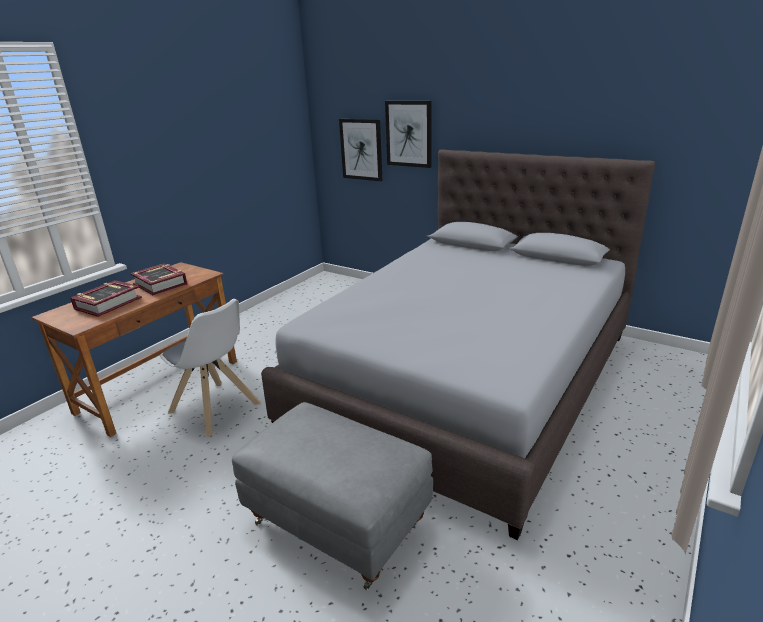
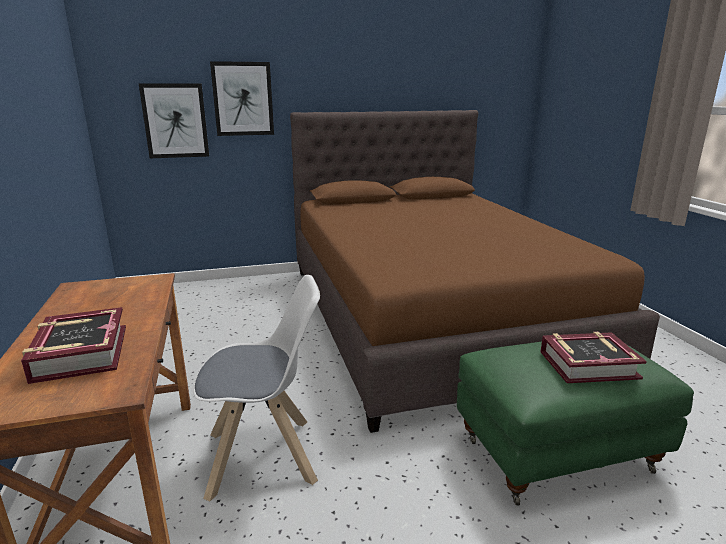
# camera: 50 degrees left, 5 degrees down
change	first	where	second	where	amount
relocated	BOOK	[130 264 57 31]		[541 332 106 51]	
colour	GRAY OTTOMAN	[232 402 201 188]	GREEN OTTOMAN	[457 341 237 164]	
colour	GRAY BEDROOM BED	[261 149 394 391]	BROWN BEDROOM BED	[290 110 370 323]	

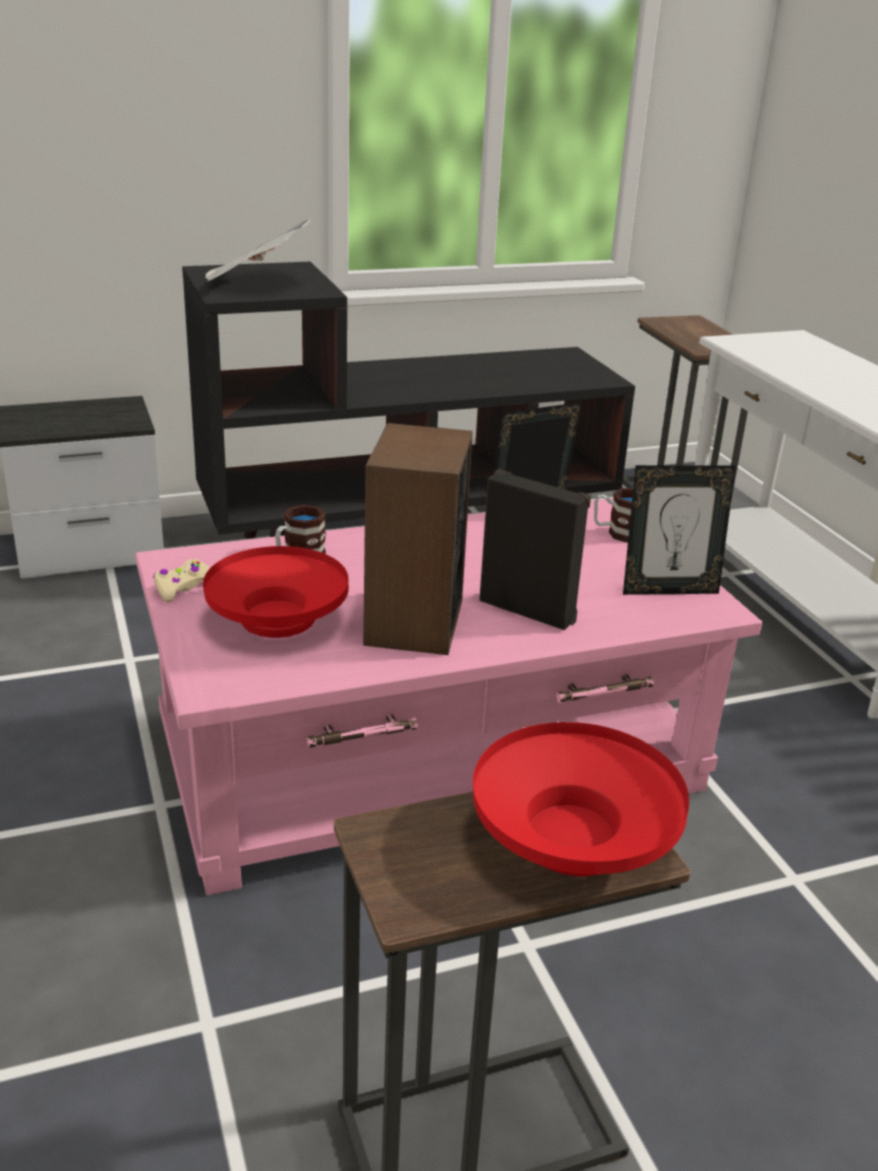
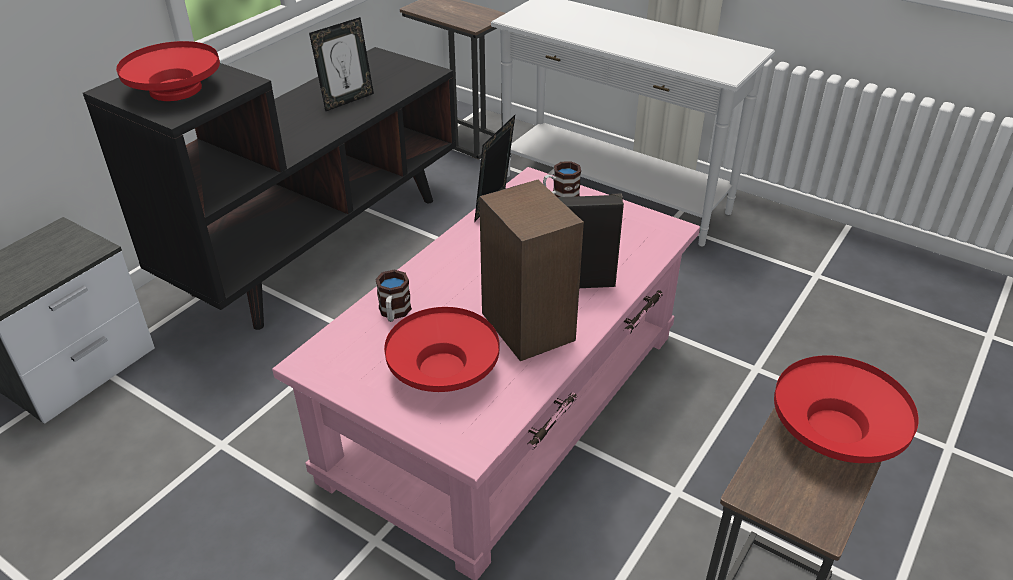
# camera: 35 degrees left, 10 degrees up
change	first	where	second	where	amount
missing	SAND-COLOURED JOYPAD	[153 559 57 43]			
relocated	PICTURE FRAME	[623 465 113 130]		[309 17 65 95]	
exchanged	PRINTED PAPER	[205 219 106 63]	REDDISH DEEP DISH	[116 41 104 60]	

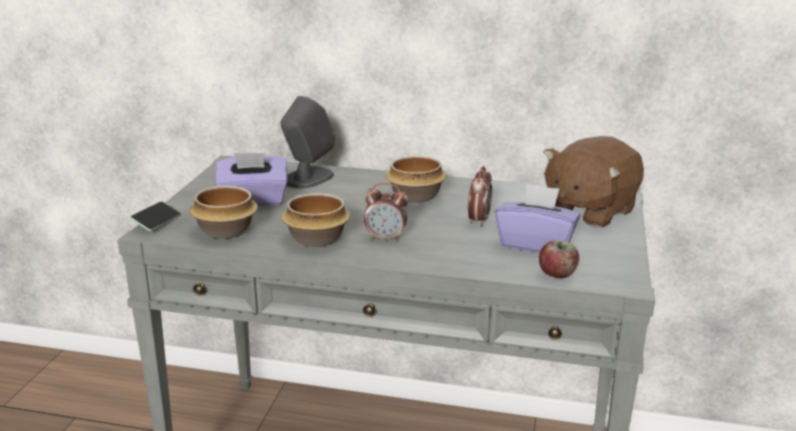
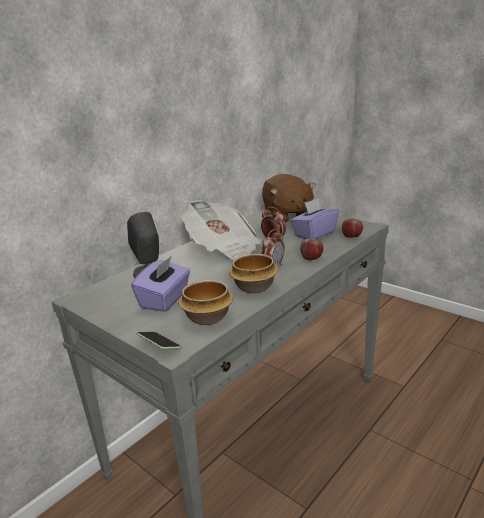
# camera: 60 degrees left, 0 degrees up
change	first	where	second	where	amount
appeared			APPLE FRUIT	[300 238 23 22]	
exchanged	DEEP DISH	[386 156 61 47]	PRINTED PAPER	[181 200 80 60]	

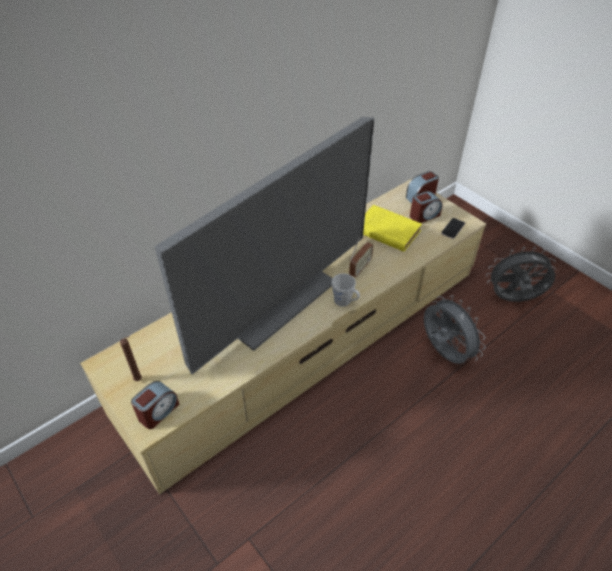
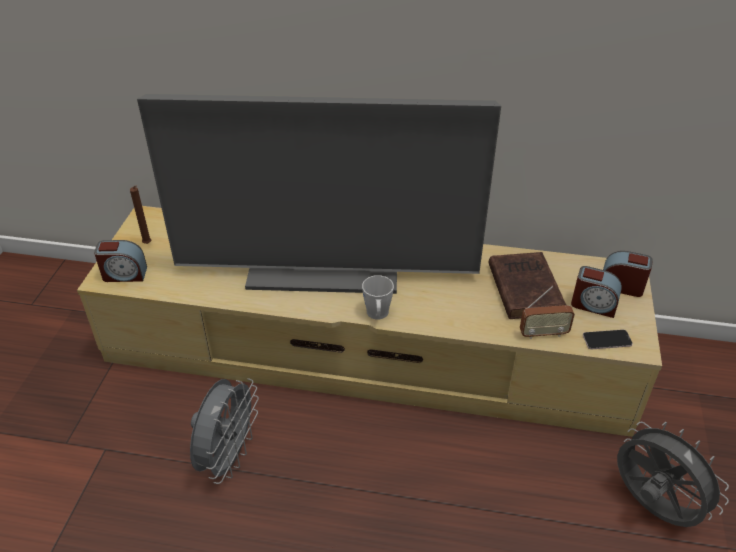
# camera: 50 degrees right, 5 degrees down
change	first	where	second	where	amount
relocated	RADIO SET	[349 236 25 41]		[520 286 55 53]	
relocated	GRAY COOLING FAN	[424 295 62 69]		[190 378 69 106]	
colour	YELLOW BOOK	[363 205 59 47]	BROWN BOOK	[489 252 77 67]	

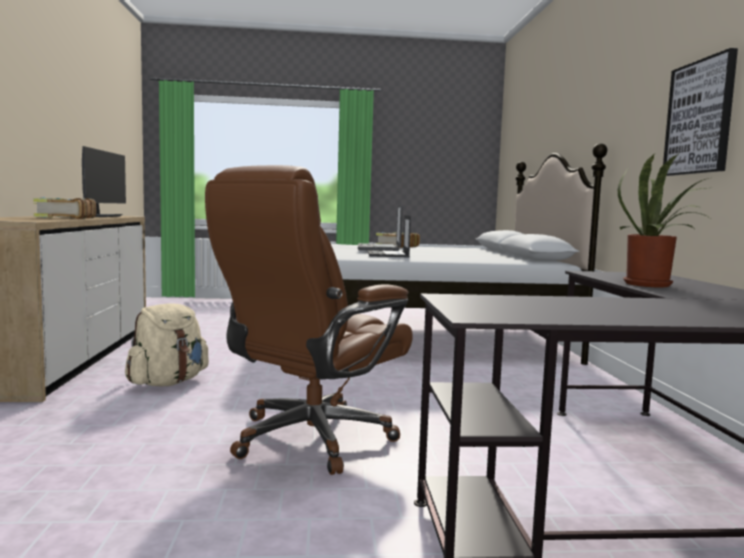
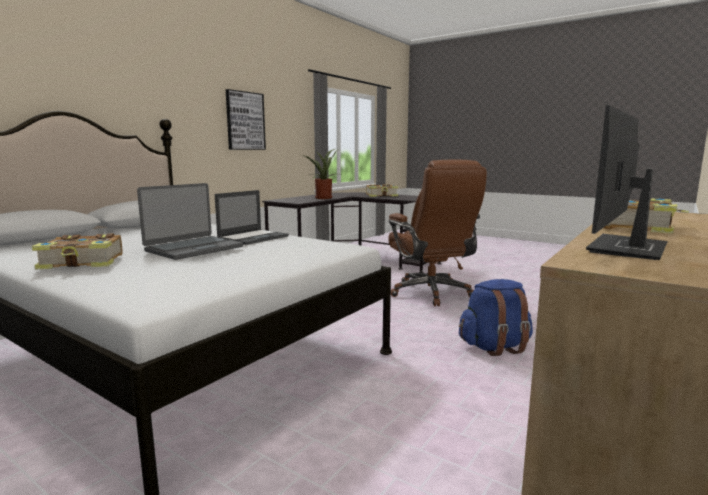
# camera: 140 degrees left, 5 degrees up
change	first	where	second	where	amount
appeared			BOOK	[366 184 32 13]	
colour	SAND-COLOURED RUCKSACK	[125 303 84 83]	BLUISH RUCKSACK	[459 279 74 77]	
spun	BROWN DESK CHAIR	[205 165 208 310]		[388 160 99 146]	90 degrees clockwise

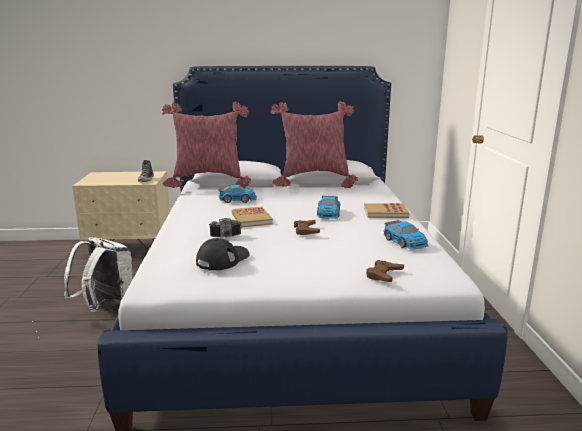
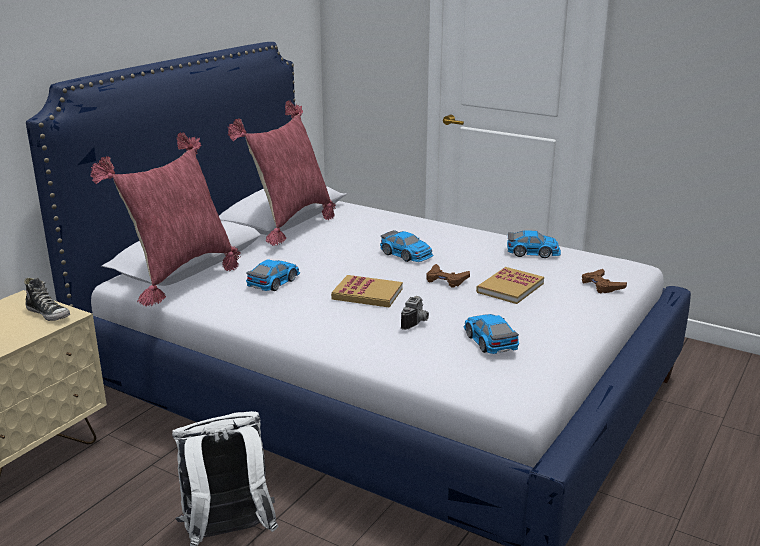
# camera: 55 degrees left, 5 degrees up
change	first	where	second	where	amount
relocated	BOOK	[364 203 45 15]		[476 267 68 37]	
exchanged	BLACKISH CAP	[196 238 54 33]	TOY CAR	[464 314 55 40]	

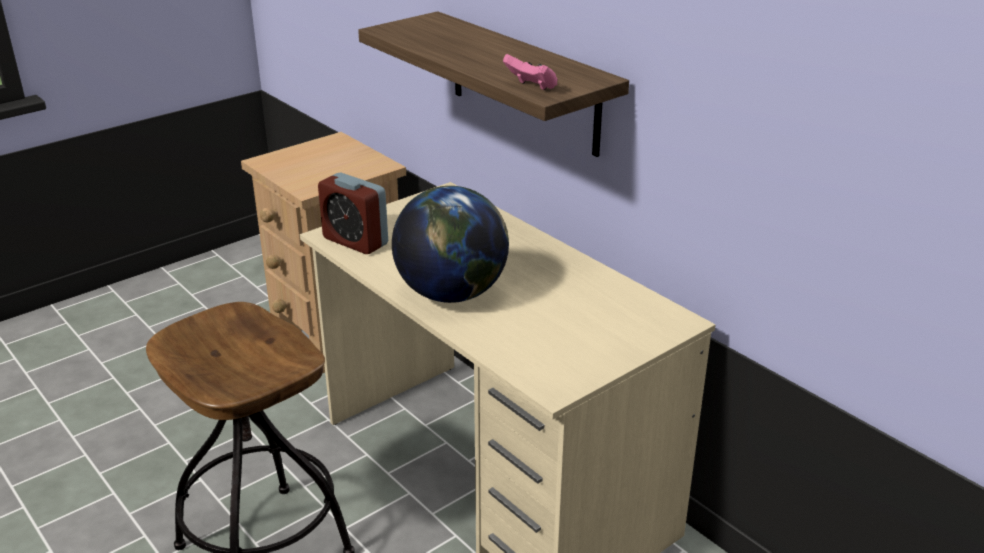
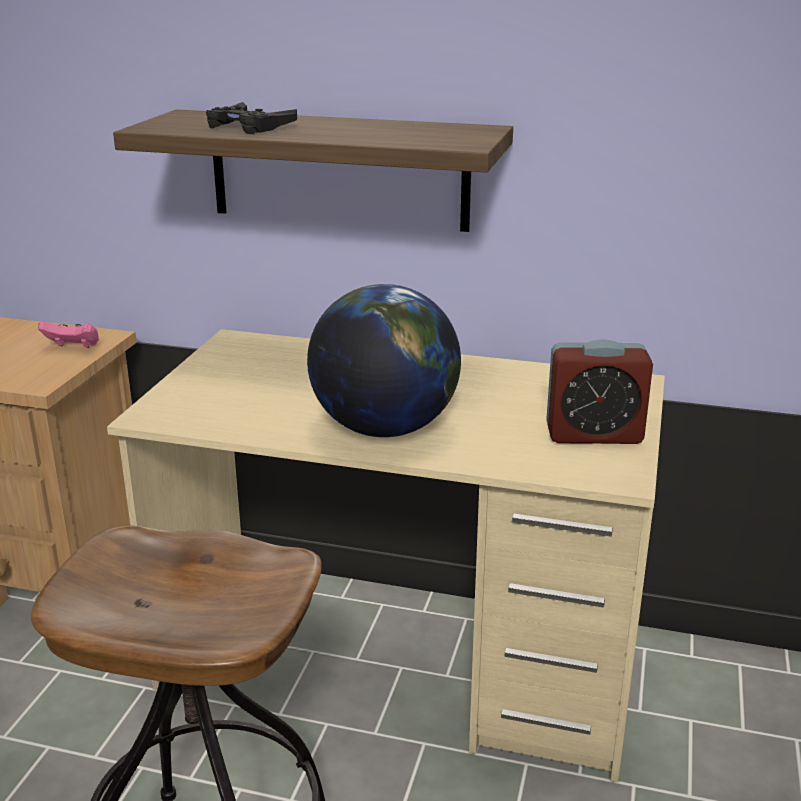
# camera: 35 degrees left, 5 degrees down
change	first	where	second	where	amount
appeared			BLACKISH JOYPAD	[206 102 91 32]	
relocated	TABLE CLOCK	[318 173 70 81]		[546 339 107 105]	
relocated	PINK JOYPAD	[503 54 54 36]		[38 321 61 27]	

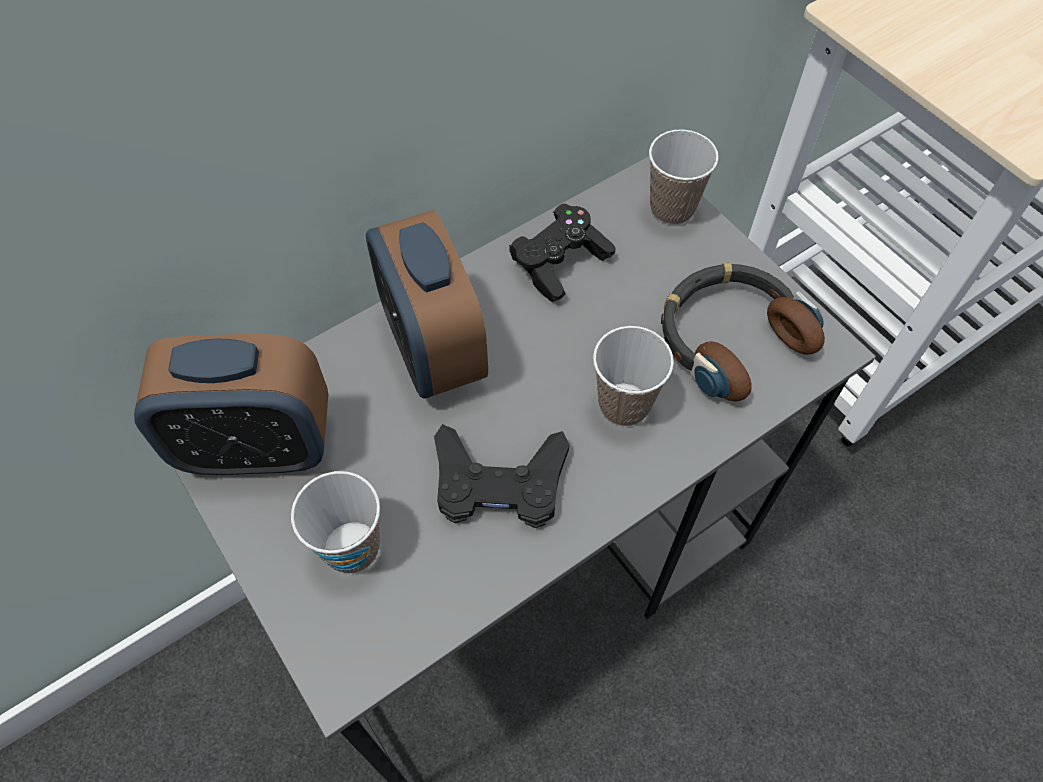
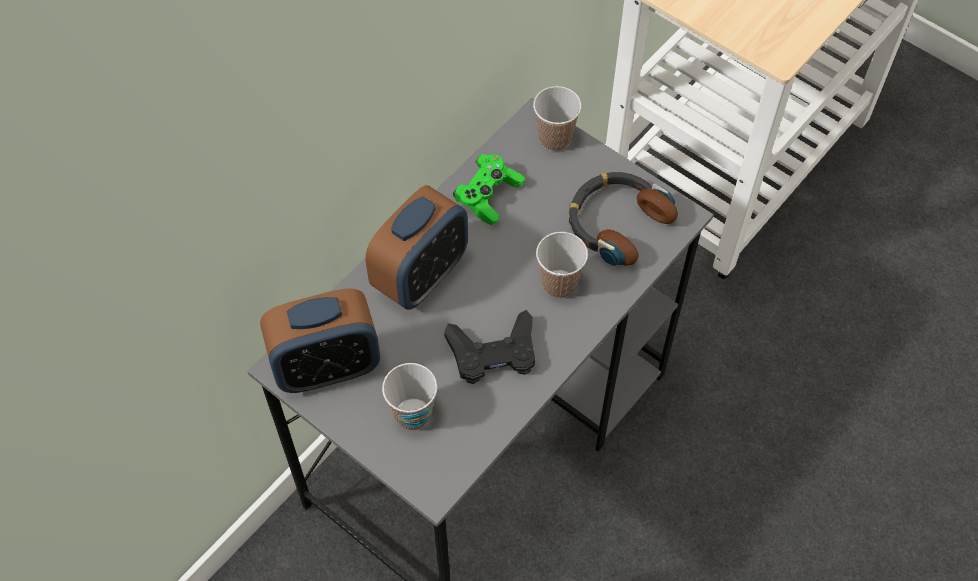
# camera: 15 degrees left, 0 degrees up
change	first	where	second	where	amount
colour	BLACKISH JOYPAD	[509 203 107 100]	GREEN JOYPAD	[453 154 72 71]	
spun	TABLE CLOCK	[366 210 122 189]		[365 185 103 125]	105 degrees counterclockwise

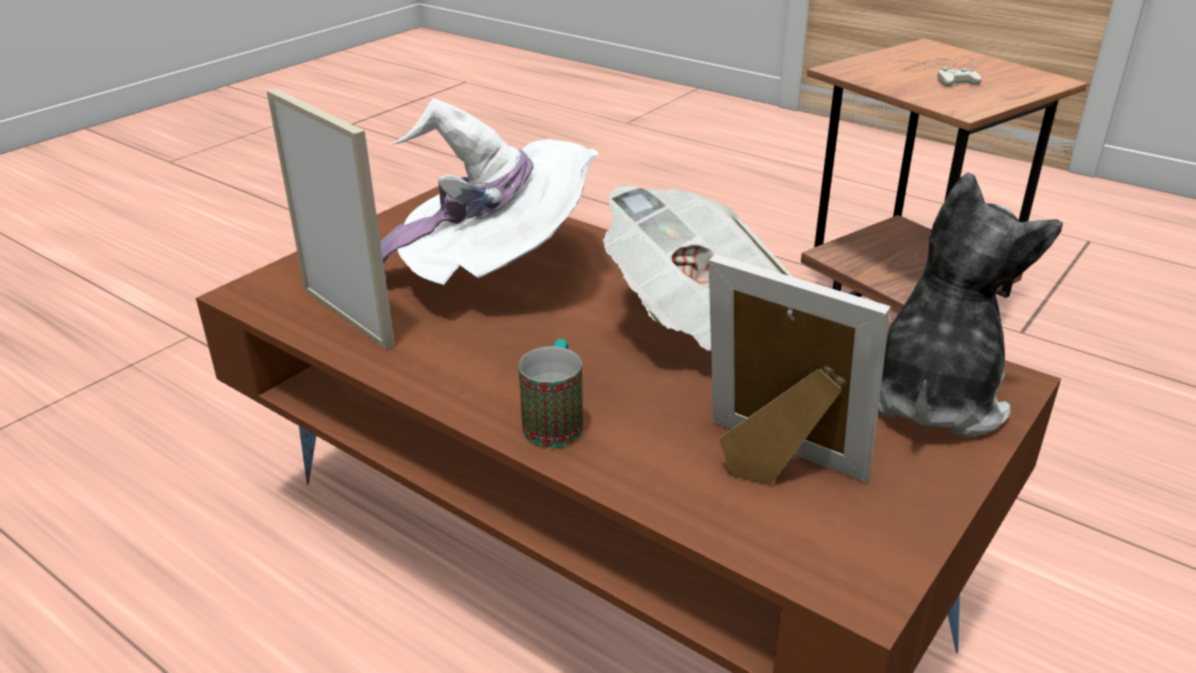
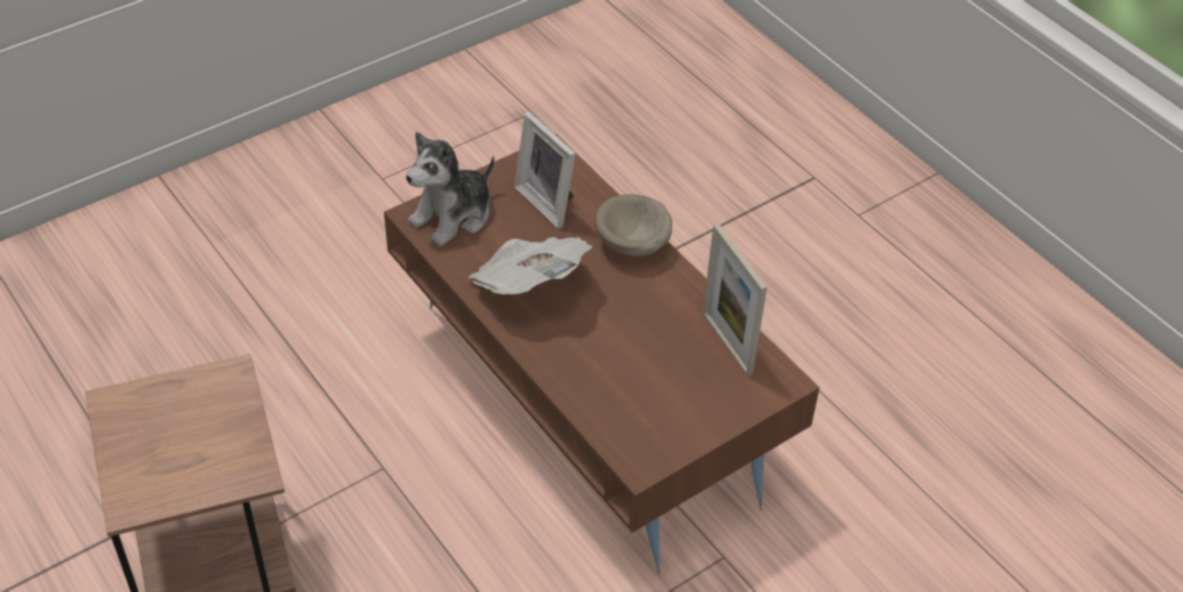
# camera: 165 degrees left, 15 degrees up
change	first	where	second	where	amount
missing	WHITISH WEARABLE HAT	[380 99 219 186]			
missing	WHITISH JOYPAD	[893 56 89 30]			
exchanged	COFFEE MUG	[519 339 64 109]	SAND-COLOURED DEEP DISH	[595 194 77 62]	

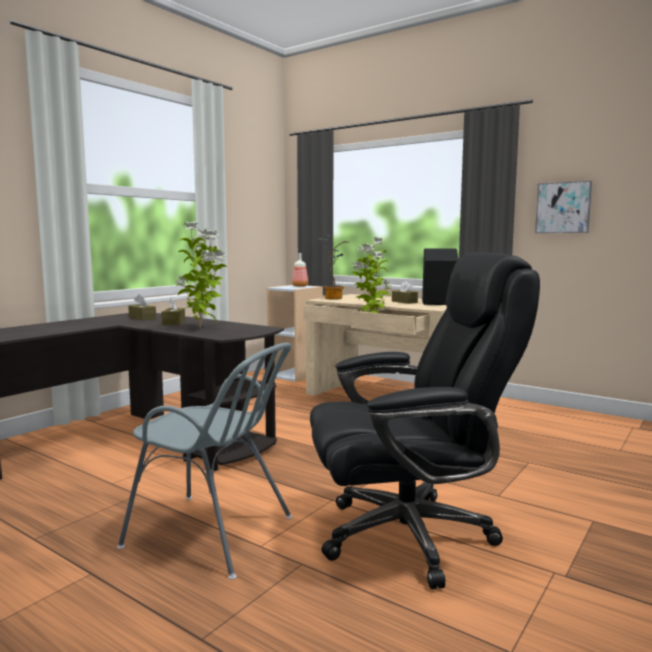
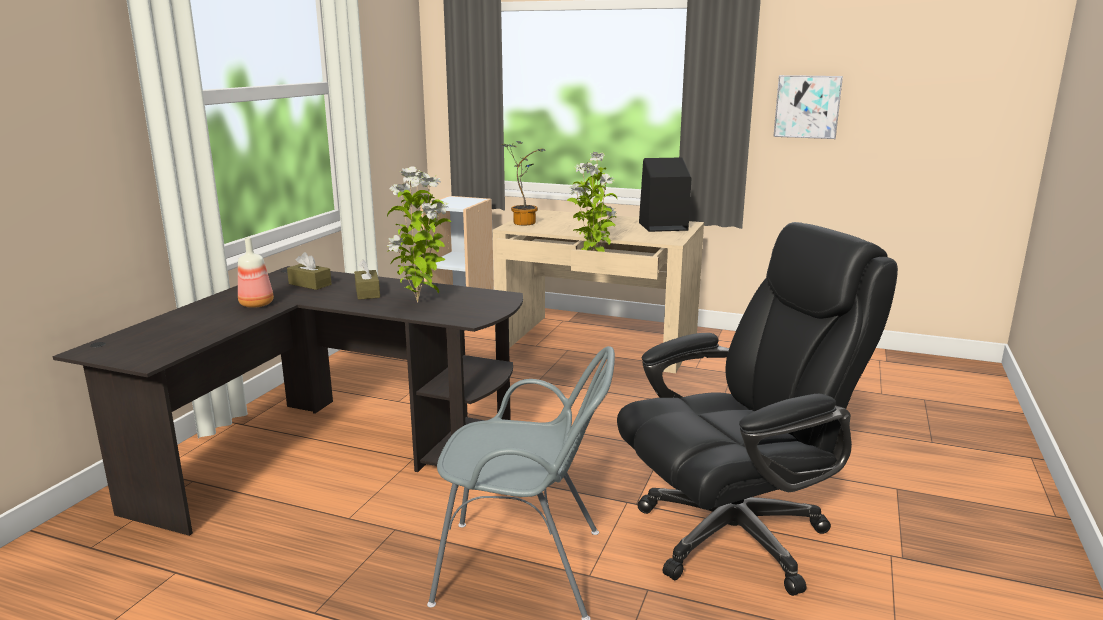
# camera: 15 degrees left, 10 degrees up
change	first	where	second	where	amount
missing	BROWN BOX OF TISSUES	[392 281 26 23]			
relocated	BEVERAGE BOTTLE	[292 253 16 34]		[238 237 36 71]	

